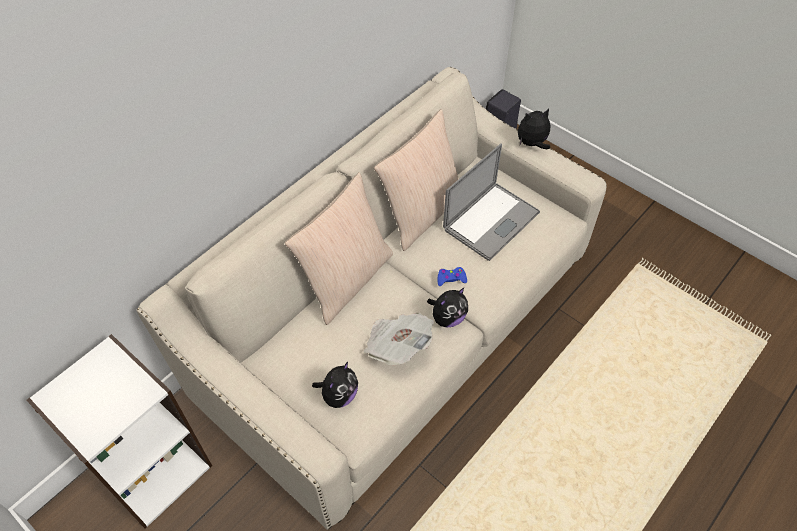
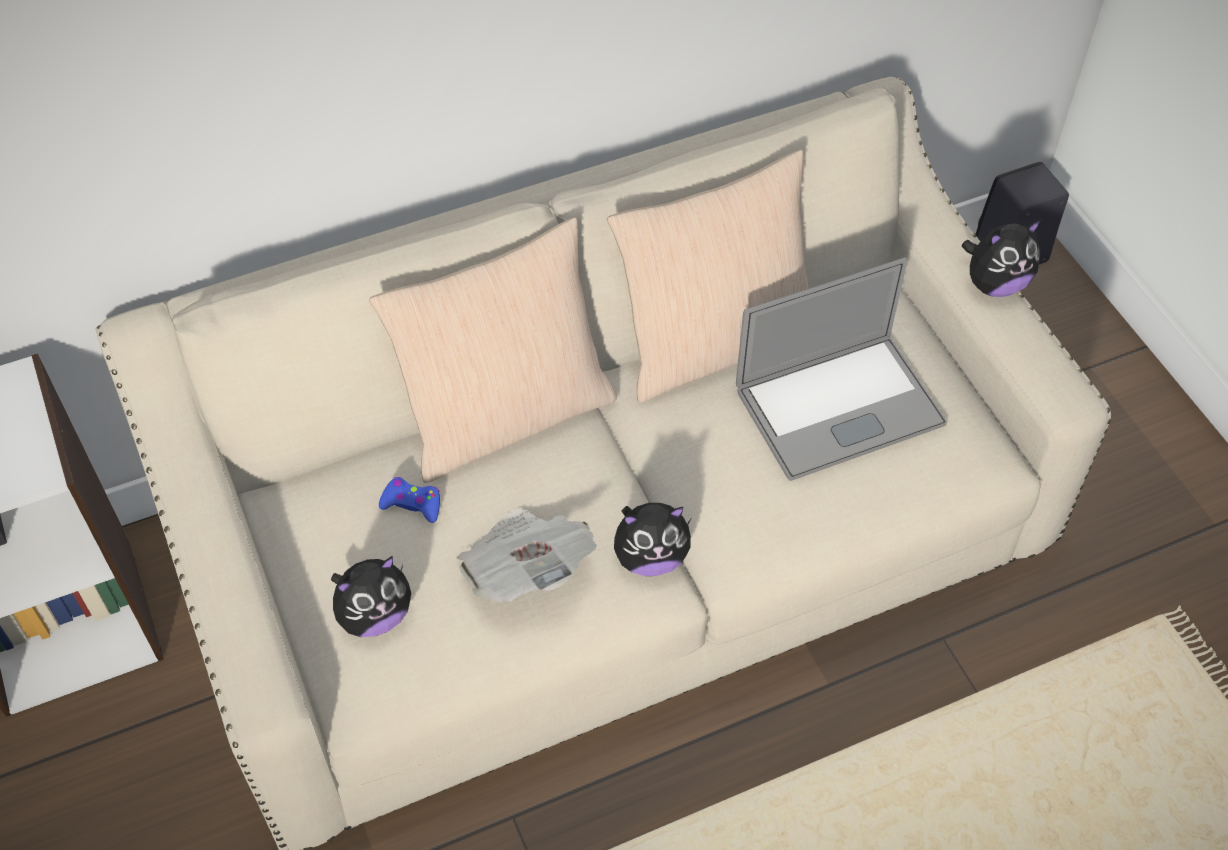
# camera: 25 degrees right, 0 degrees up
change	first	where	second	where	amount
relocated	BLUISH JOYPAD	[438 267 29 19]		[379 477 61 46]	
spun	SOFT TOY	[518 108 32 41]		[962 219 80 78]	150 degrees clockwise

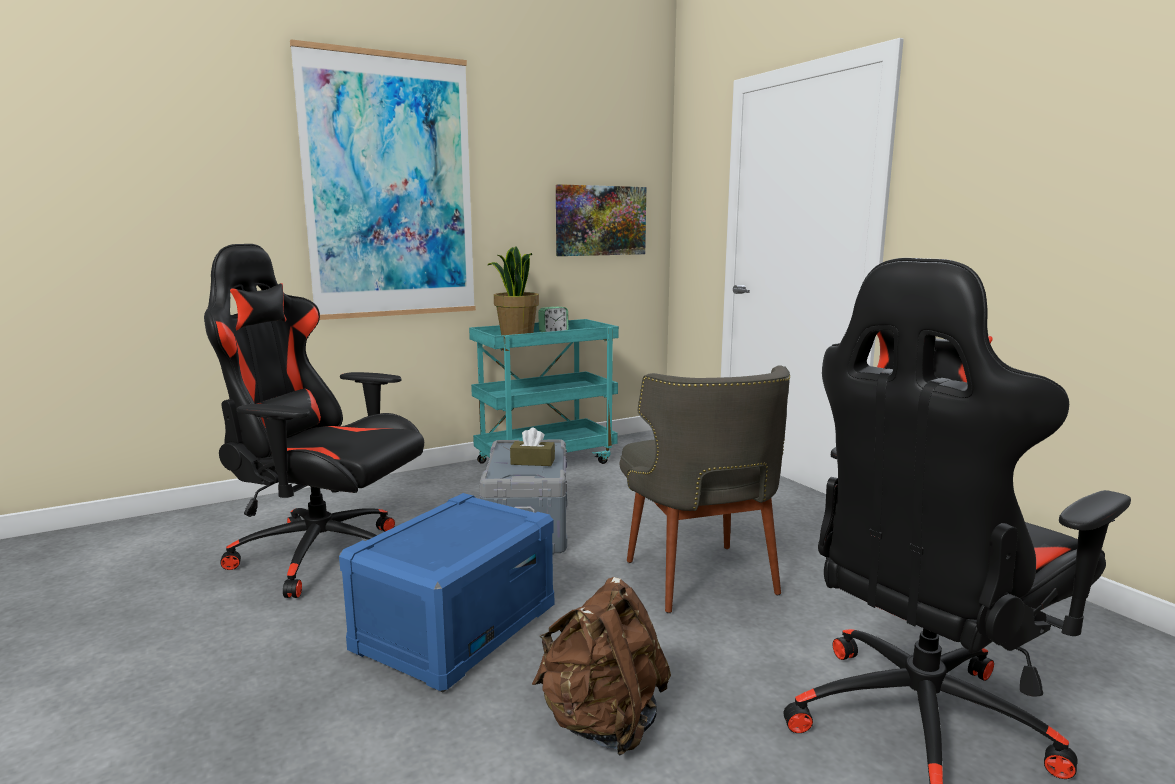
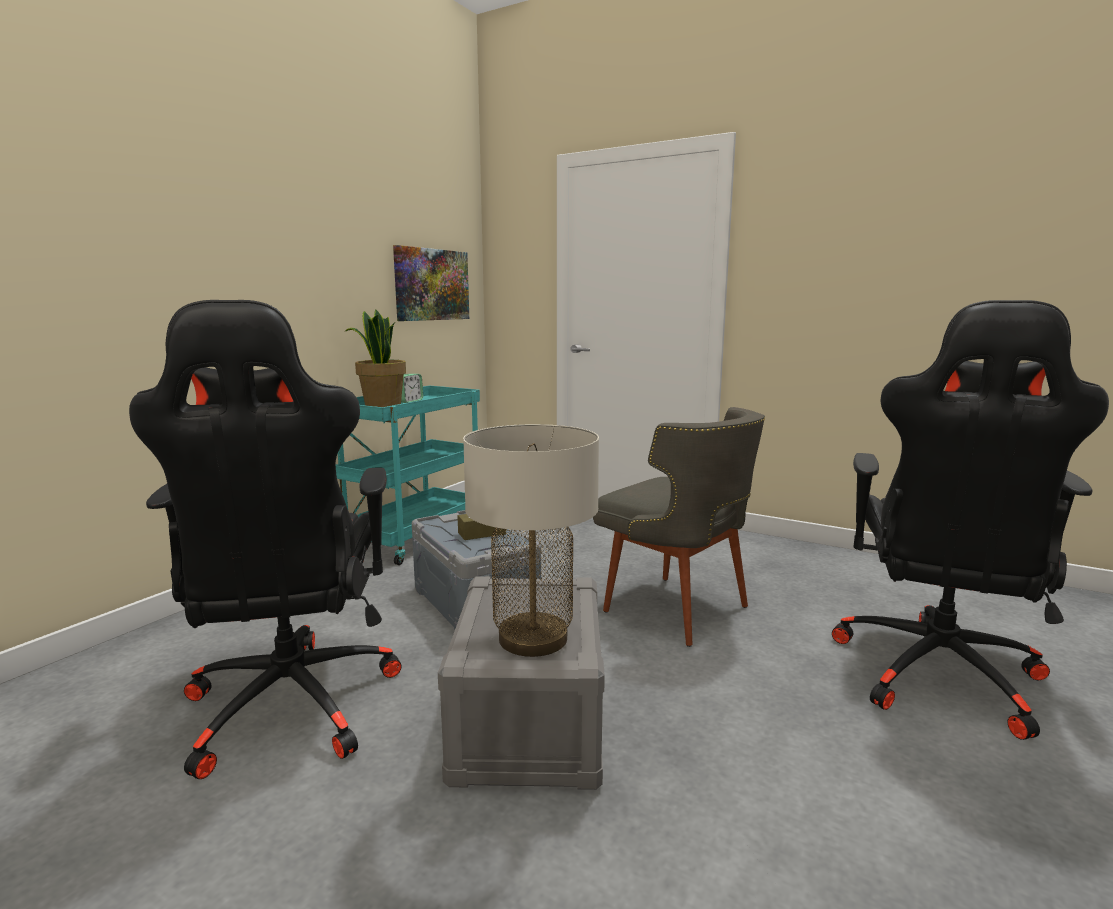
# camera: 30 degrees left, 0 degrees up
change	first	where	second	where	amount
missing	PICTURE	[290 39 186 281]			
missing	BROWN RUCKSACK	[532 577 139 179]			
appeared			TABLE LAMP	[463 424 136 233]	
colour	BLUISH STORAGE CONTAINER	[339 493 215 200]	GRAY STORAGE CONTAINER	[438 576 167 214]	
spun	BLACKISH DESK CHAIR	[204 244 220 354]		[129 300 273 479]	90 degrees counterclockwise

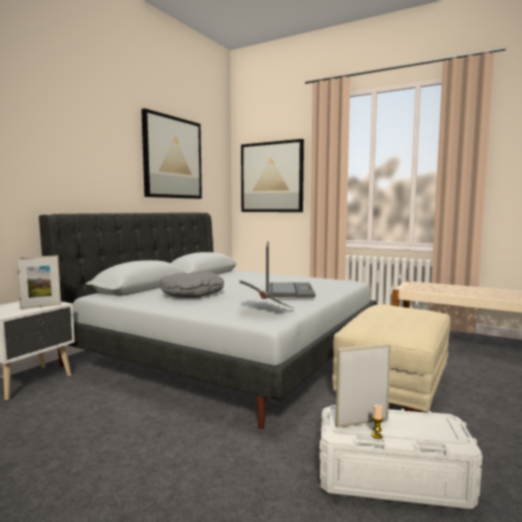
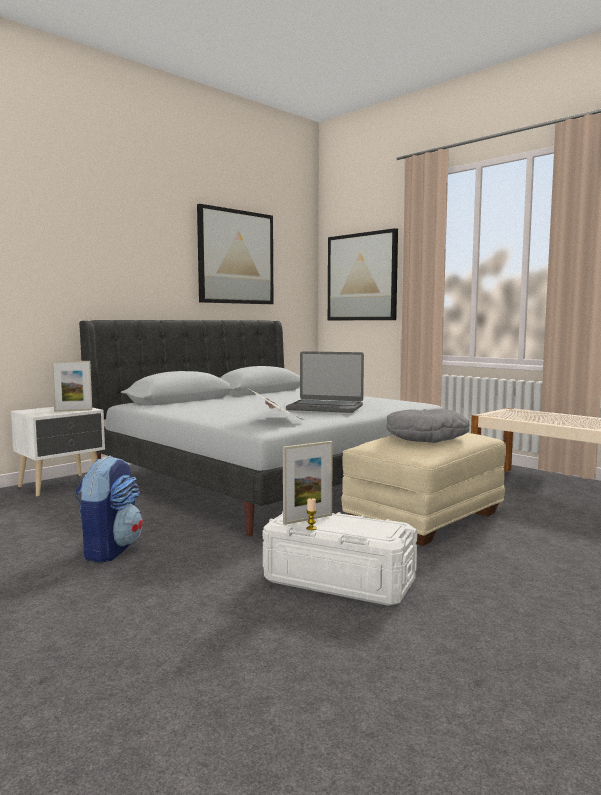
# camera: 15 degrees right, 0 degrees up
change	first	where	second	where	amount
appeared			RUCKSACK	[75 456 68 107]	
relocated	GRAY CUSHION	[160 272 64 26]		[386 409 83 34]	
spun	PORTABLE COMPUTER	[266 241 49 56]		[286 351 78 62]	90 degrees clockwise
spun	PICTURE FRAME	[335 344 56 84]		[283 441 50 84]	150 degrees clockwise

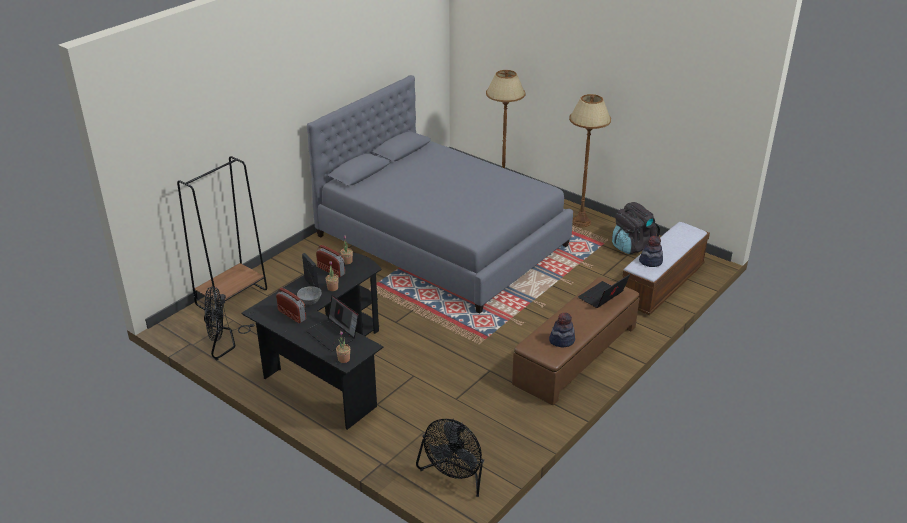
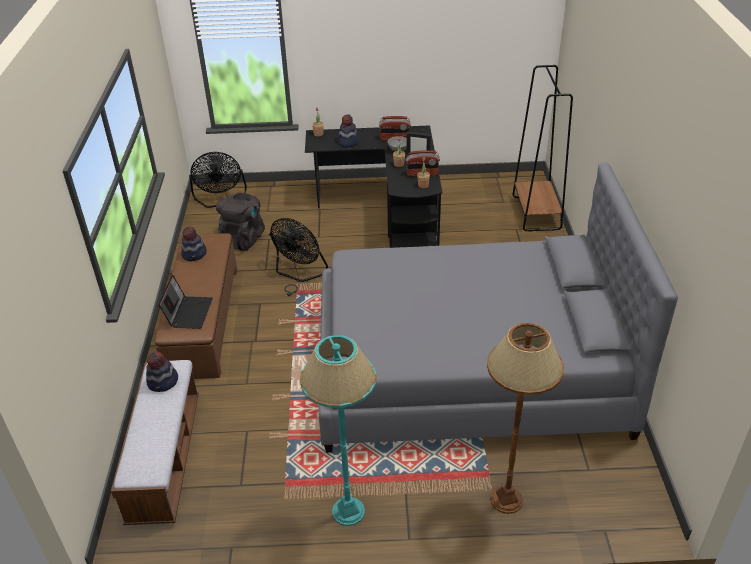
# camera: 140 degrees right, 5 degrees up
change	first	where	second	where	amount
relocated	BLACKISH COOLING FAN	[204 286 50 75]		[269 218 59 78]	
relocated	BLACKISH RUCKSACK	[612 202 48 53]		[216 193 49 58]	
exchanged	PORTABLE COMPUTER	[306 295 53 56]	WEARABLE HAT	[338 115 21 32]	
colour	BROWN FLOOR LAMP	[569 94 42 133]	BLUE-GREEN FLOOR LAMP	[300 335 77 191]	

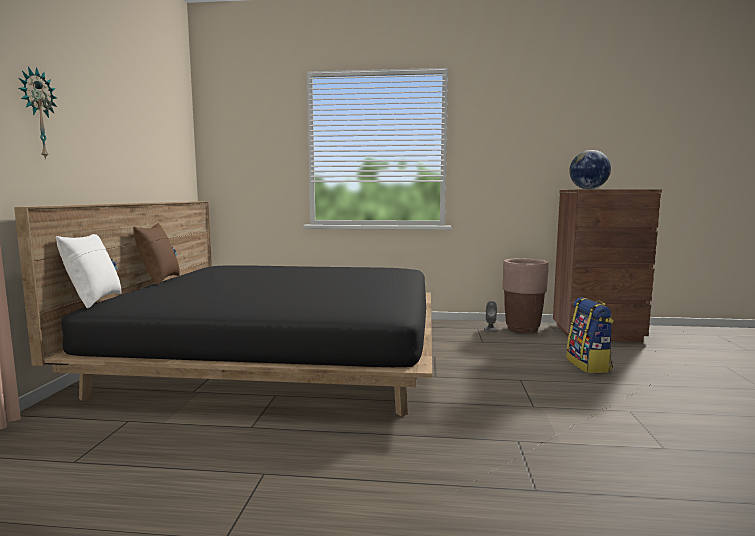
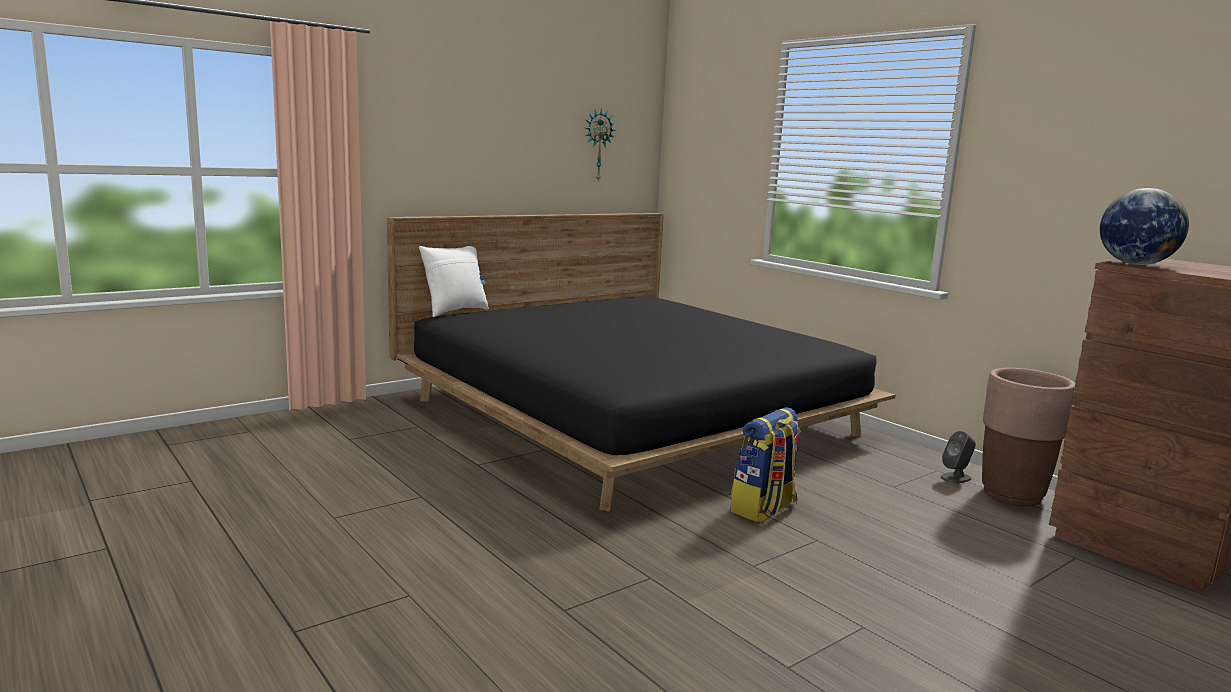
# camera: 45 degrees right, 5 degrees up
change	first	where	second	where	amount
missing	BROWN CUSHION	[133 223 47 62]			
relocated	CLOCK ON THE WALL	[19 66 38 94]		[585 108 30 73]	
relocated	RUCKSACK	[566 297 48 76]		[730 407 71 115]	

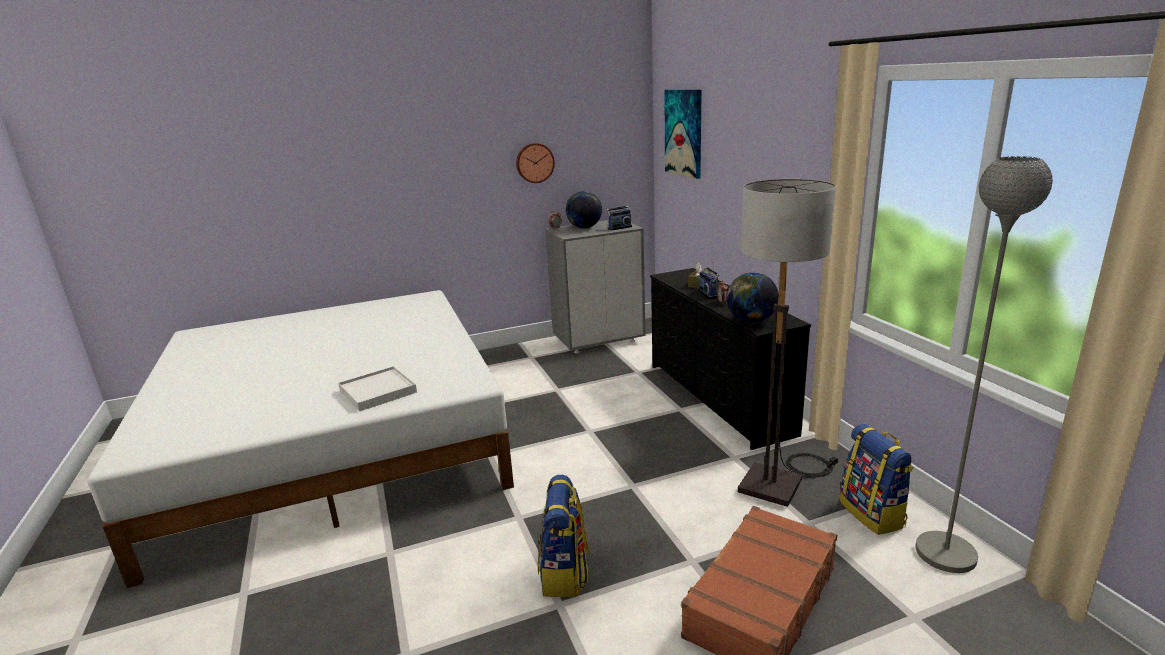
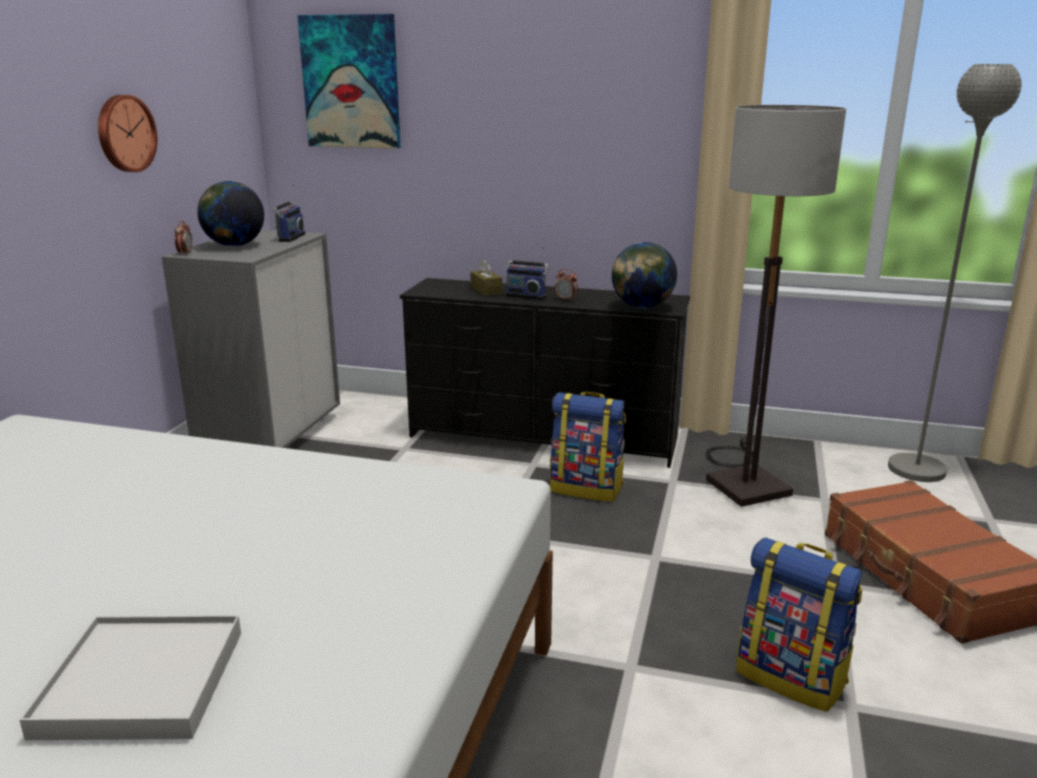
# camera: 55 degrees left, 0 degrees up
change	first	where	second	where	amount
relocated	WHITISH CARRYING TRAY	[338 366 79 45]		[19 615 222 125]	
relocated	RUCKSACK	[840 424 74 111]		[550 392 76 110]	

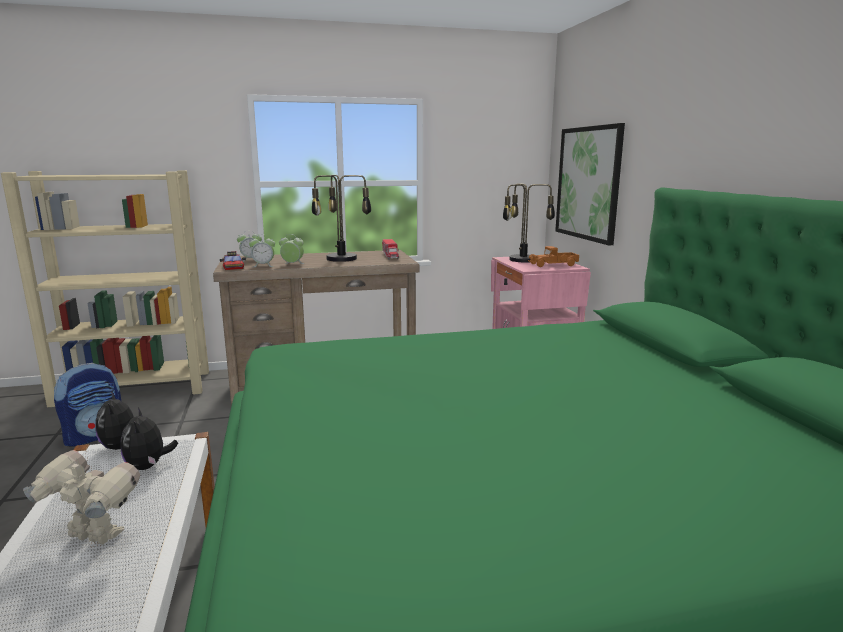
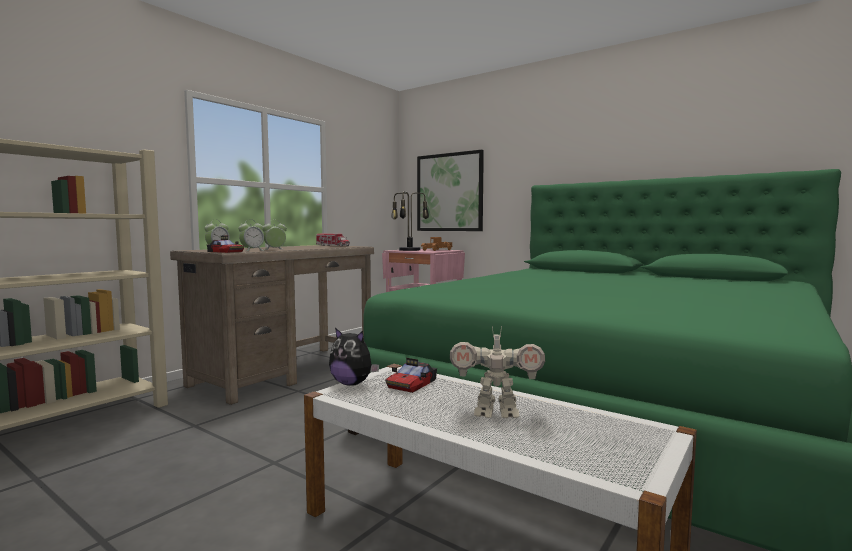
# camera: 40 degrees left, 10 degrees down
change	first	where	second	where	amount
missing	RUCKSACK	[54 363 67 84]			
missing	TABLE LAMP	[312 175 59 87]			
exchanged	SOFT TOY	[121 407 57 63]	TOY CAR	[385 358 52 35]	
spun	MODEL ROBOT	[23 450 117 95]		[450 326 95 92]	150 degrees counterclockwise

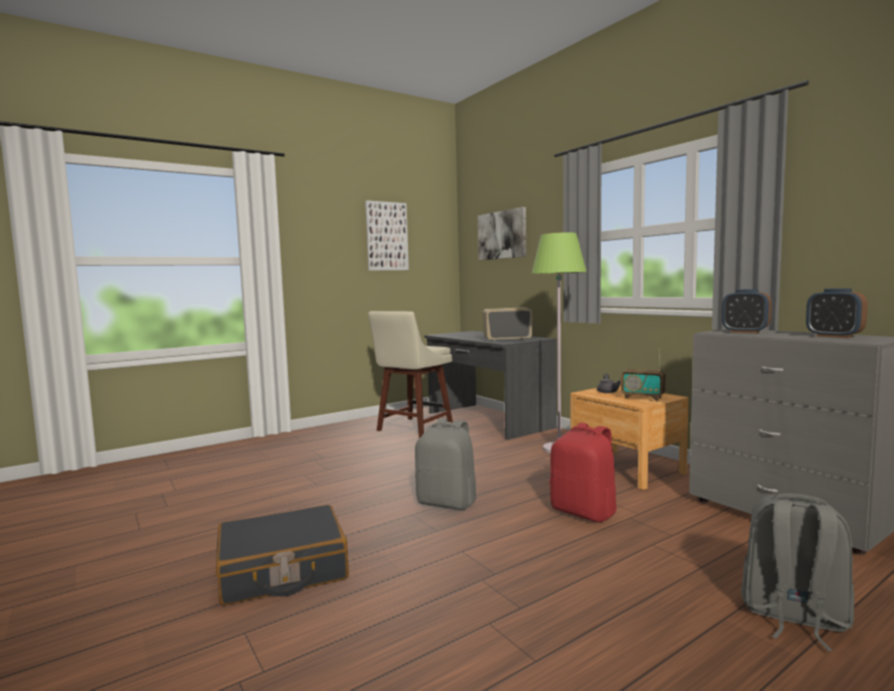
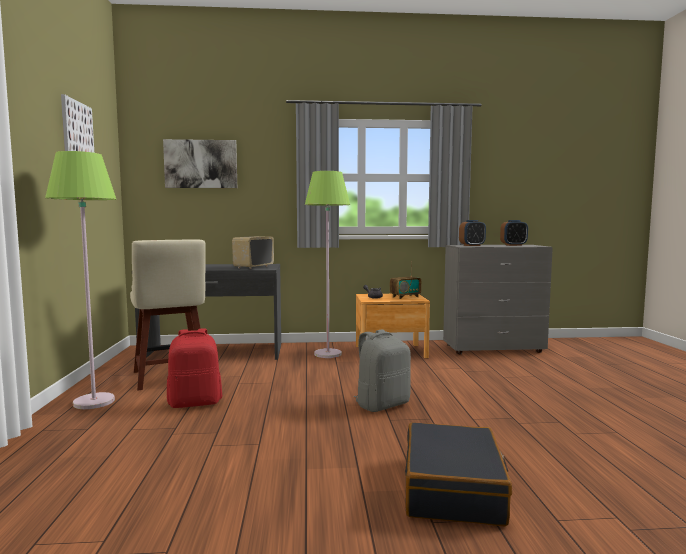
# camera: 60 degrees left, 0 degrees up
change	first	where	second	where	amount
missing	GRAY RUCKSACK	[741 493 113 158]			
appeared			GREEN FLOOR LAMP	[45 151 71 258]	
relocated	REDDISH RUCKSACK	[549 423 68 99]		[167 328 55 80]	

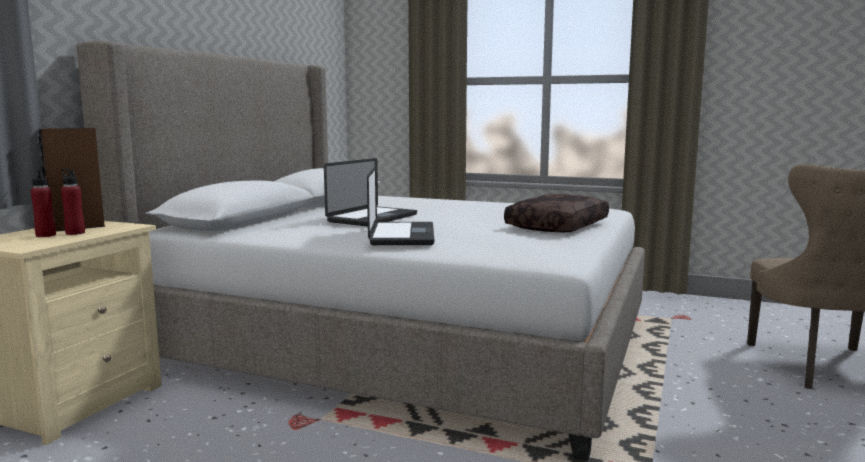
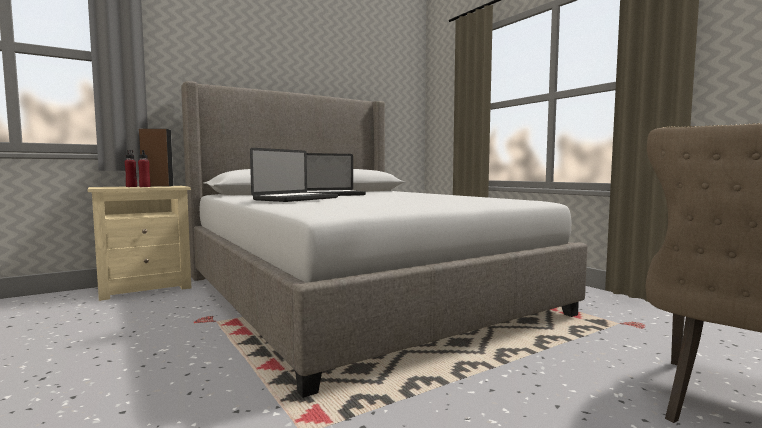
# camera: 35 degrees right, 5 degrees down
change	first	where	second	where	amount
missing	BROWN CUSHION	[504 194 105 38]			

